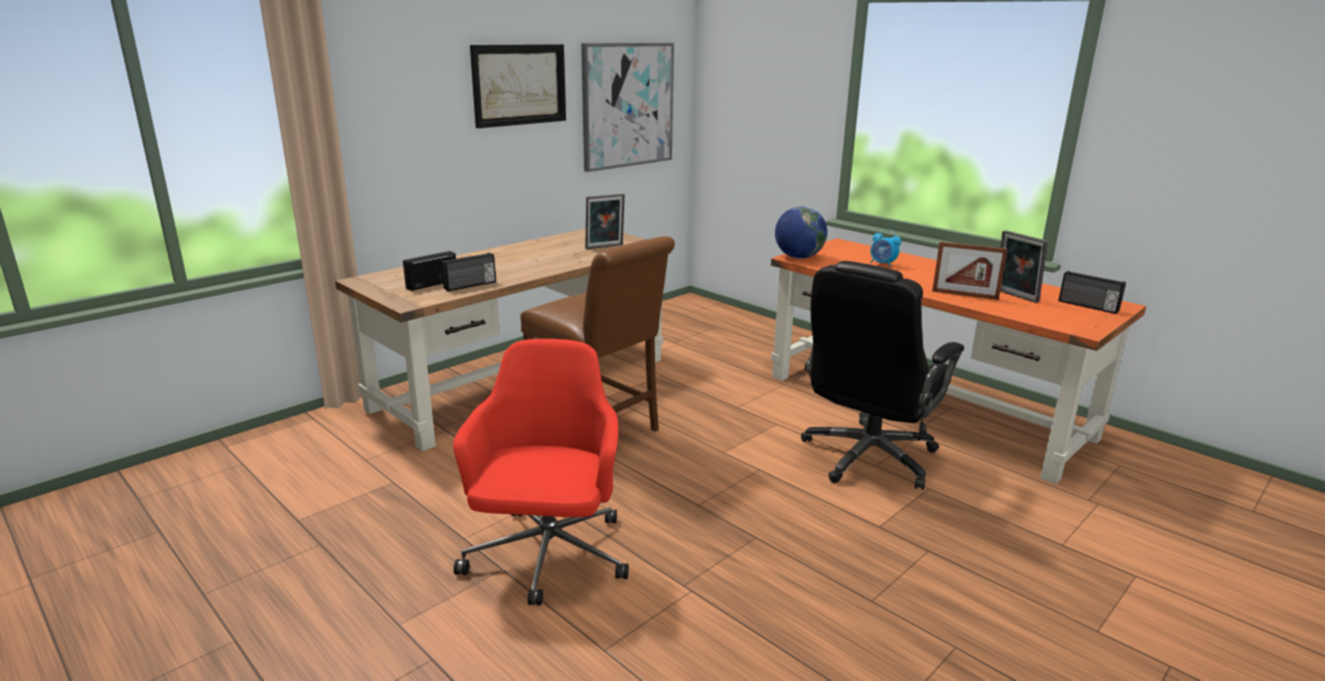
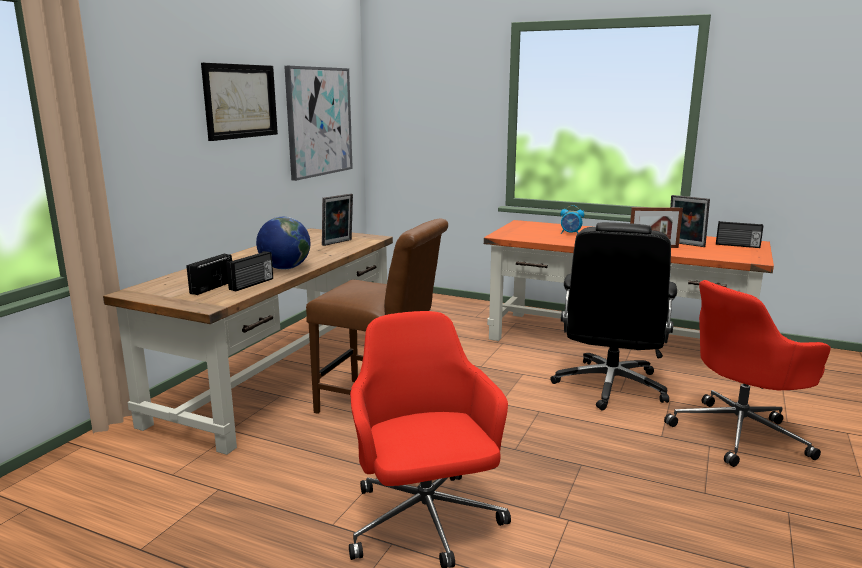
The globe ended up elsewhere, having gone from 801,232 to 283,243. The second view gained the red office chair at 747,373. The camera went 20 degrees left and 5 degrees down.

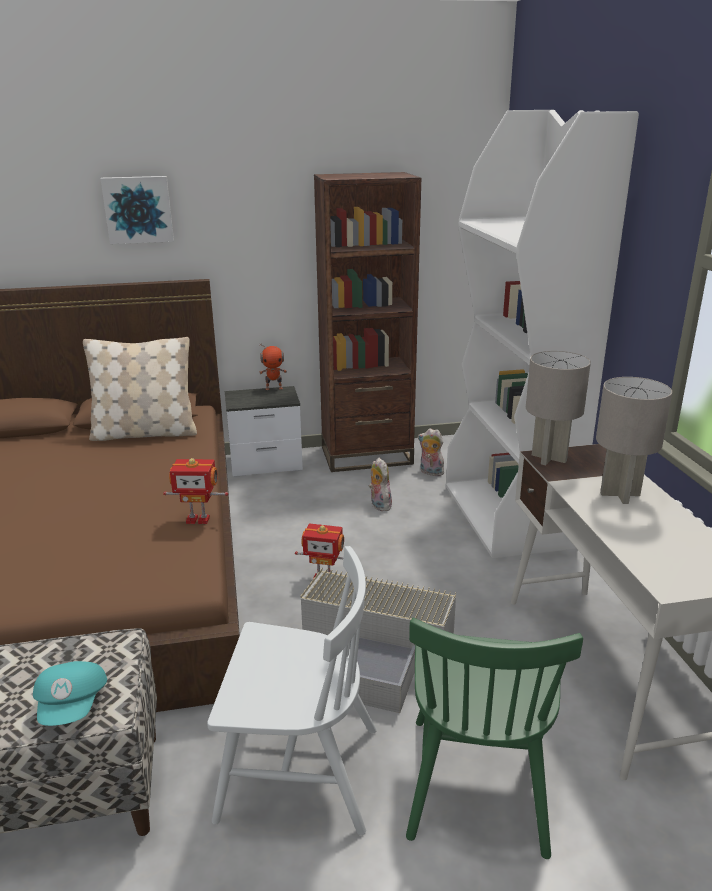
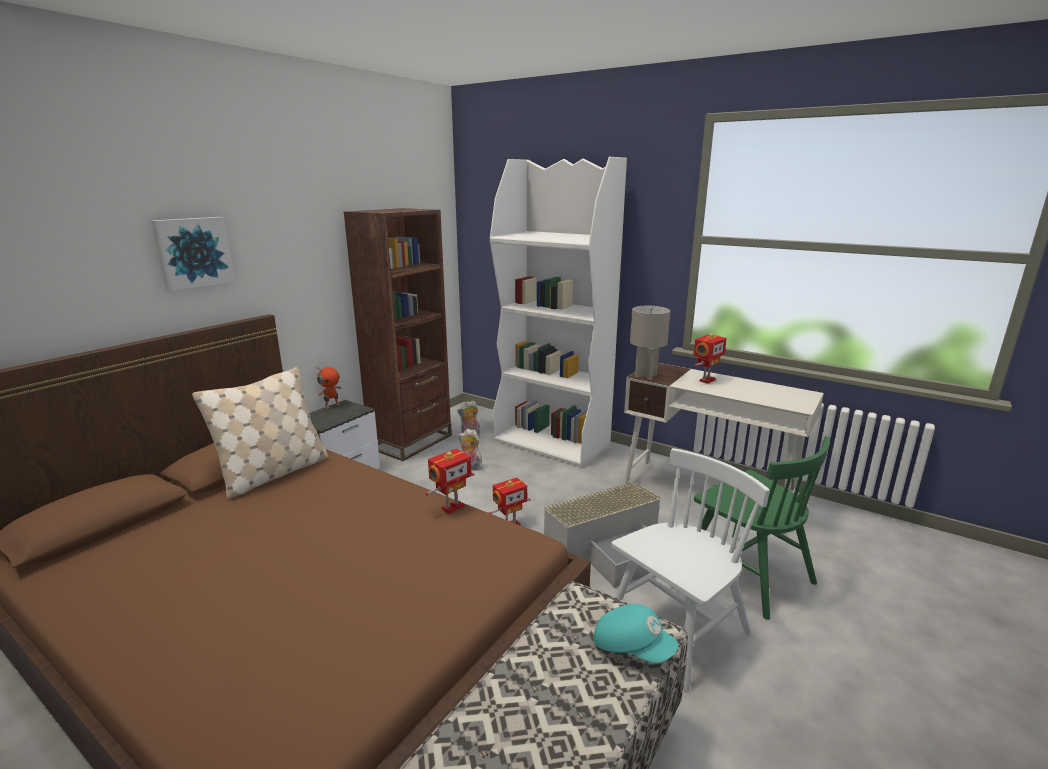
Where the grey table lamp stood at 634,440, the toy robot came to stand at 710,358. The camera went 45 degrees left and 5 degrees down.

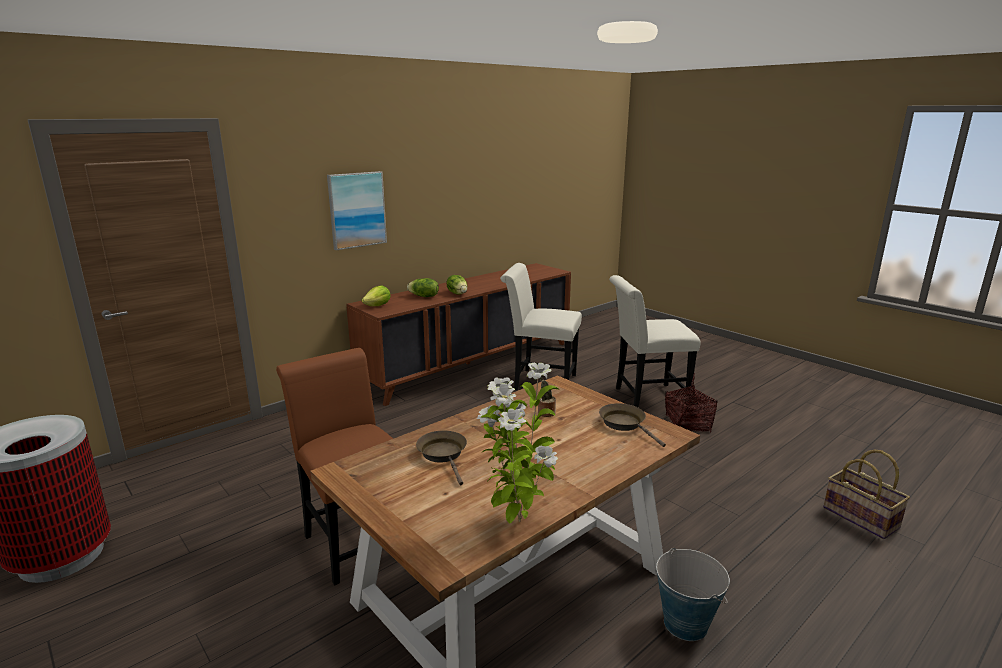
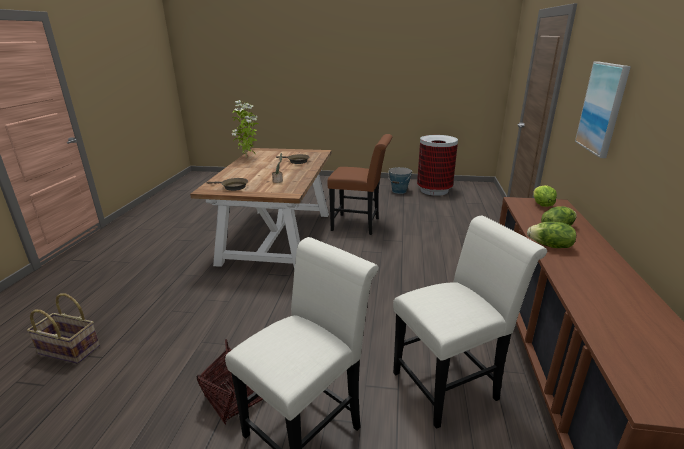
The bucket ended up elsewhere, having gone from 693,594 to 400,180. The camera went 140 degrees right and 5 degrees up.

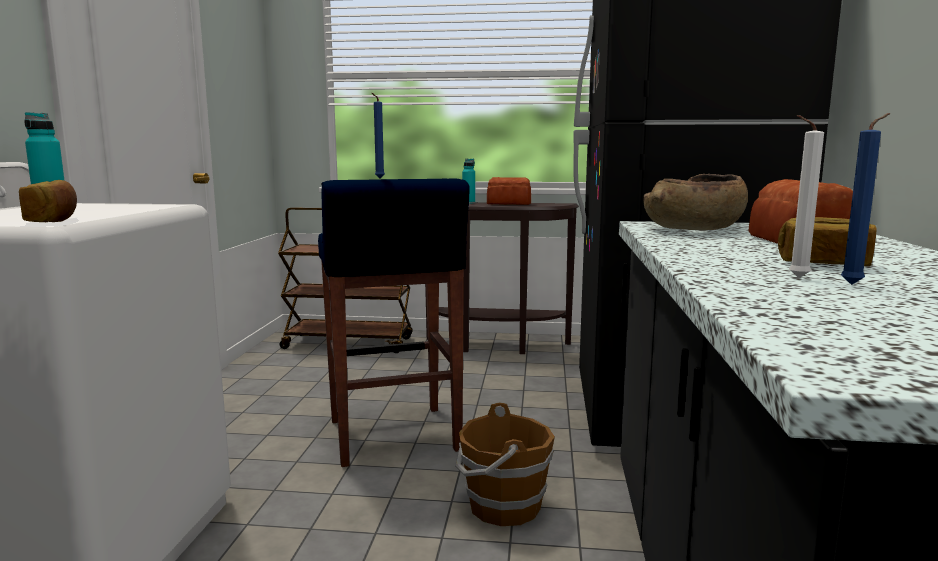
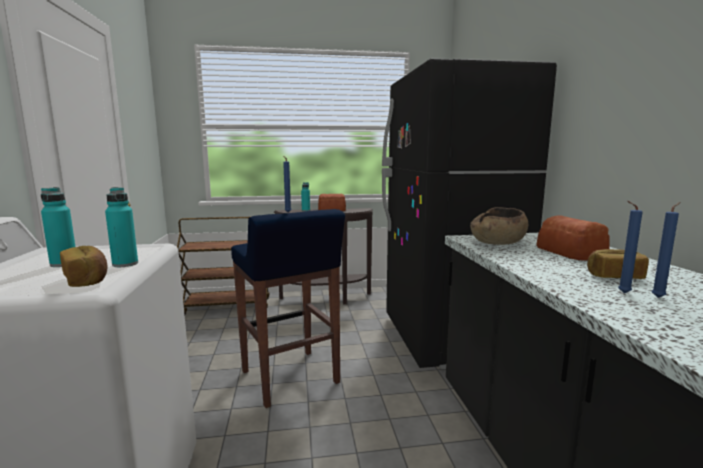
The second view gained the turquoise bottle at 121,227. What was the white candle at 806,196 turned into the blue candle at 630,247. The second view lost the brown bucket at 505,464. The camera went 15 degrees left and 0 degrees up.

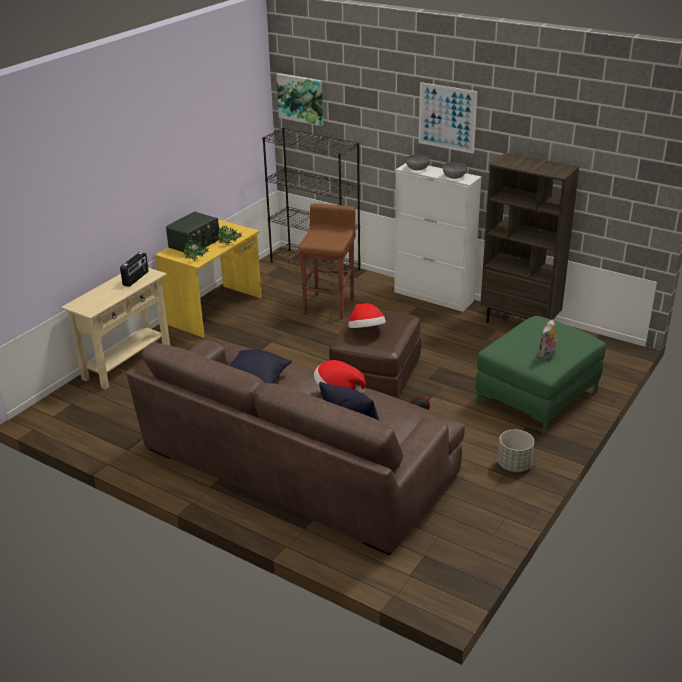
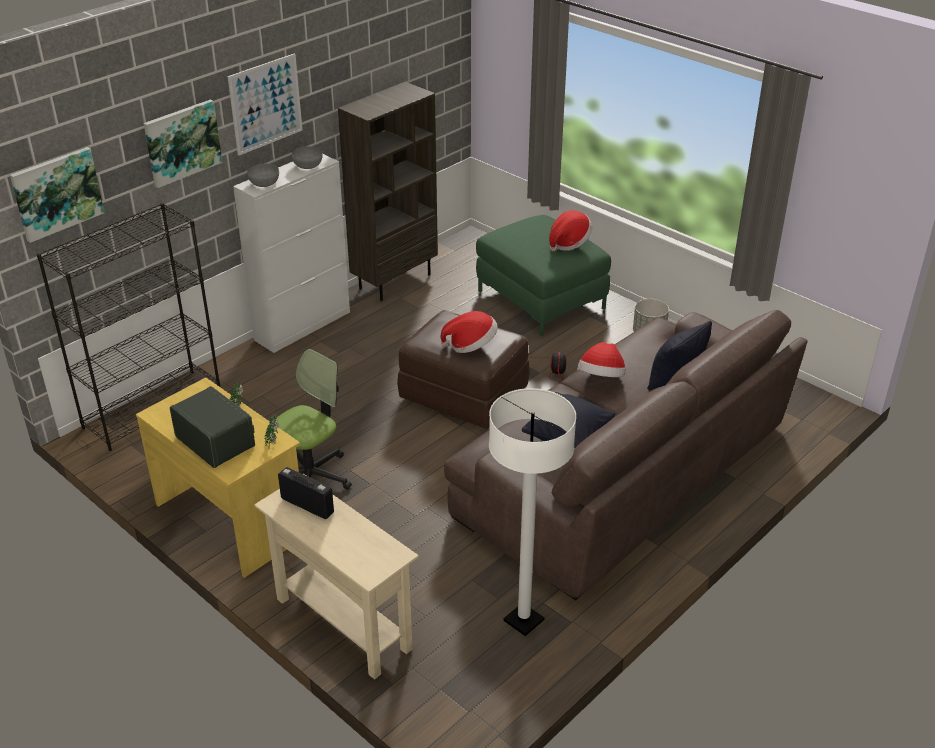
The second view gained the picture at 183,143. The second view gained the office chair at 312,419. The second view gained the white floor lamp at 532,512. Where the plush toy stood at 548,339, the hat came to stand at 570,230. The second view lost the brown stool at 327,261. The camera went 80 degrees left and 5 degrees up.

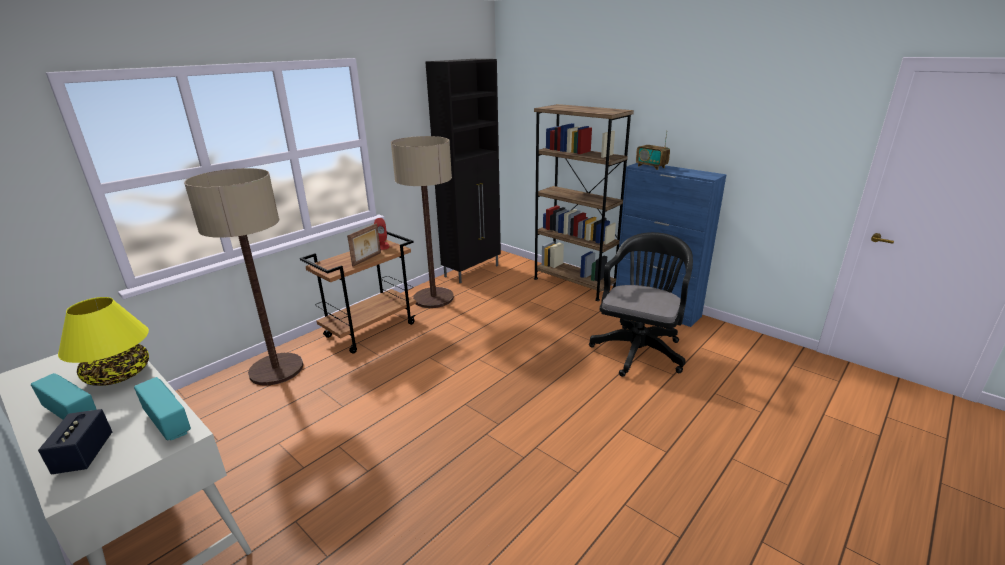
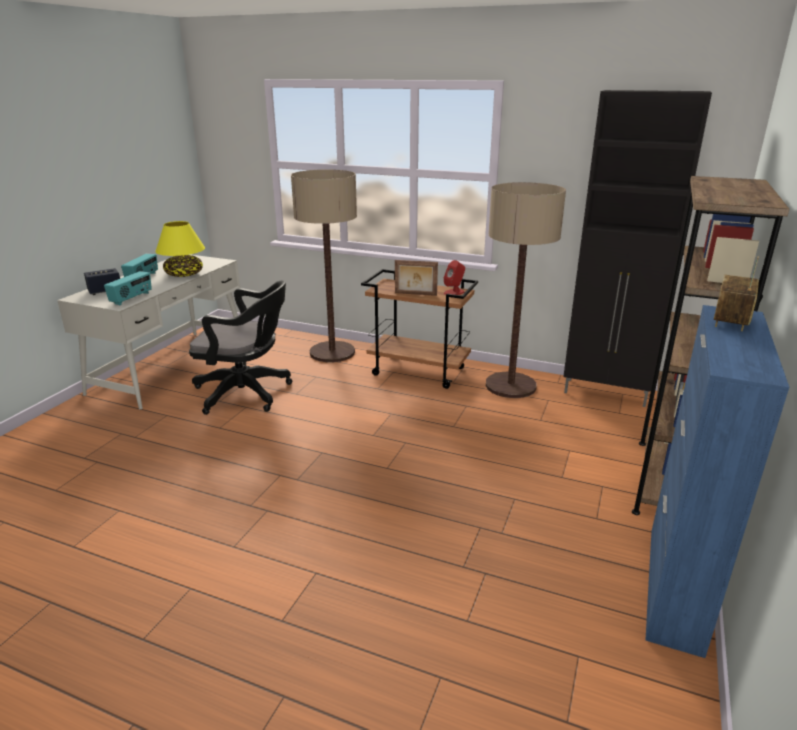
The black office chair ended up elsewhere, having gone from 641,304 to 240,347. The camera went 70 degrees right and 0 degrees up.

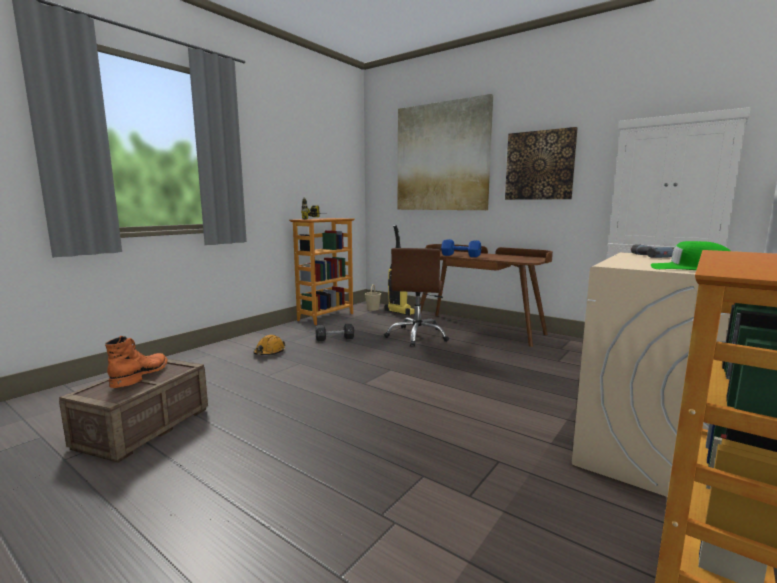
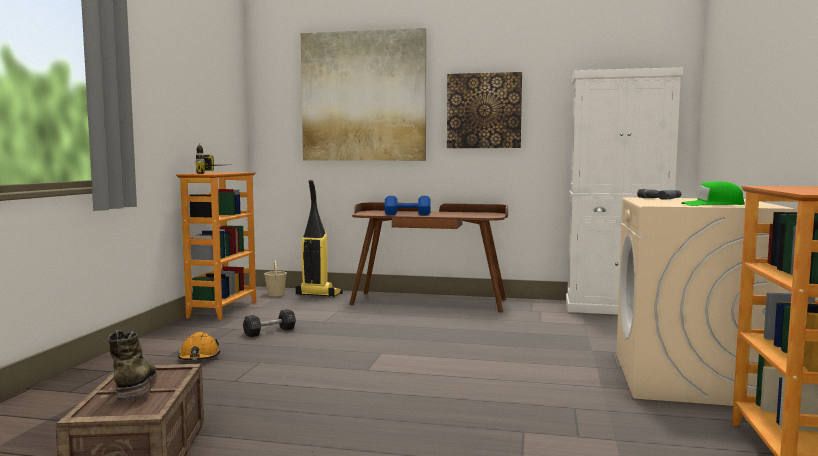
What was the orange boot at 136,362 turned into the green boot at 133,365. The second view lost the brown office chair at 416,297. The camera went 25 degrees left and 5 degrees down.

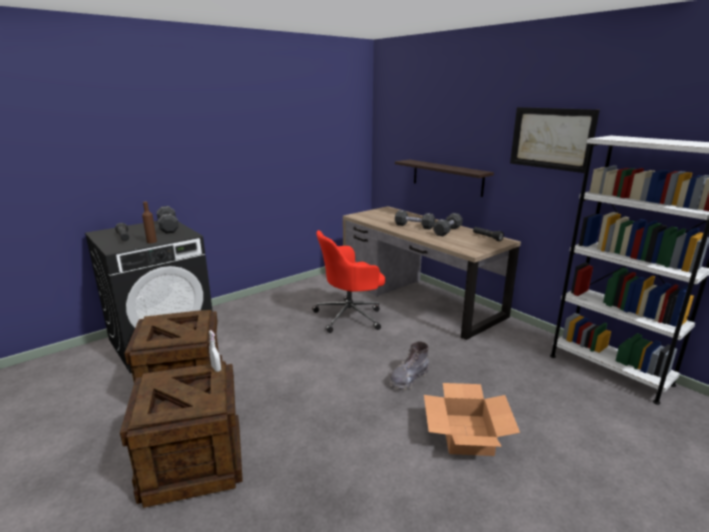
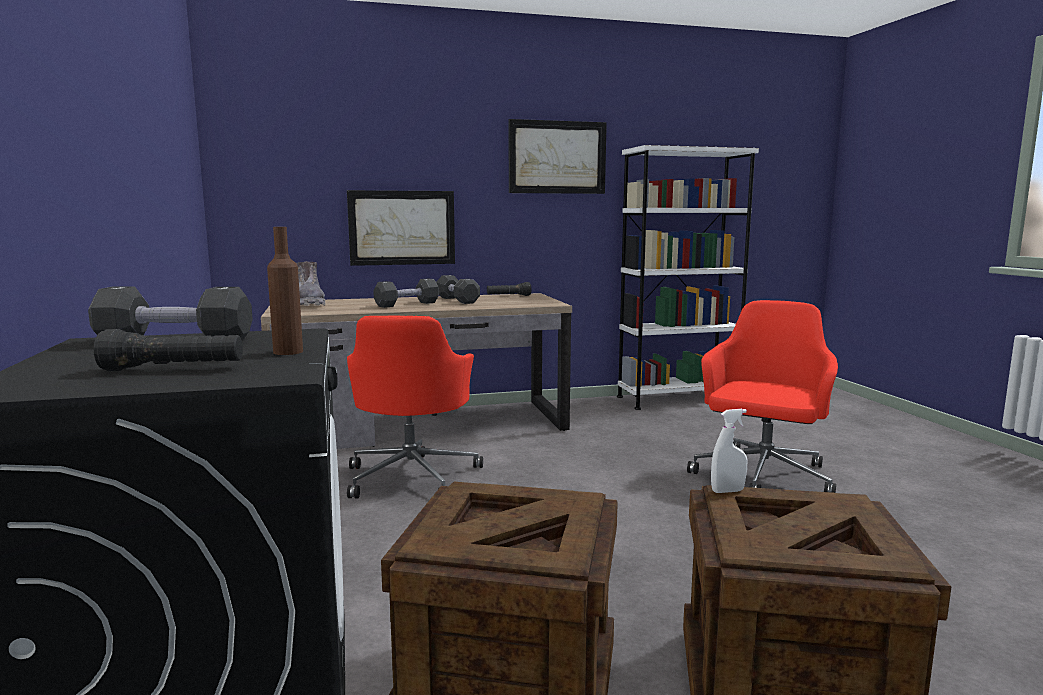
The grey boot ended up elsewhere, having gone from 409,365 to 311,283. Where the shelf hung at 444,178, the picture came to hang at 401,228. Where the cardboard box stood at 472,419, the red office chair came to stand at 762,396. The camera went 65 degrees left and 10 degrees down.

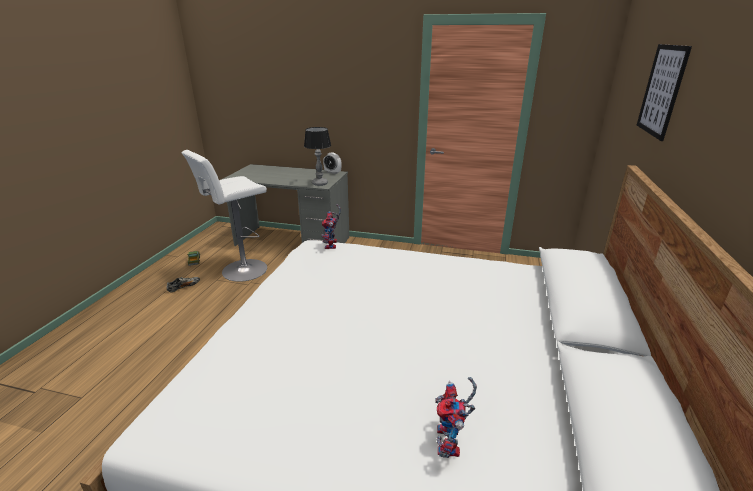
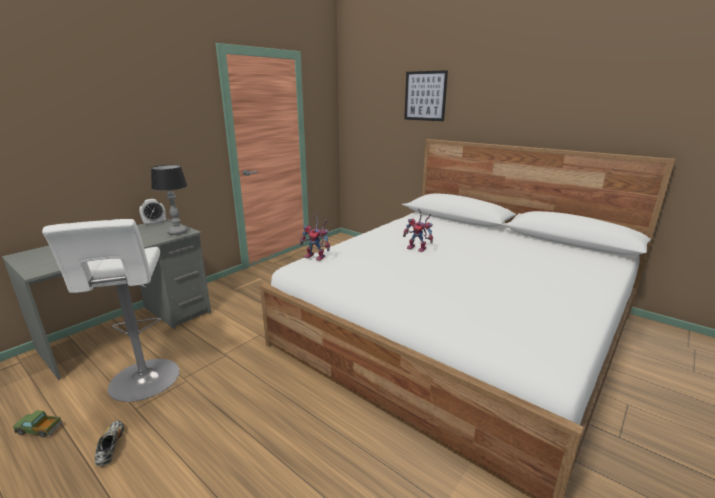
The toy robot ended up elsewhere, having gone from 456,417 to 418,230. The camera went 65 degrees left and 5 degrees down.

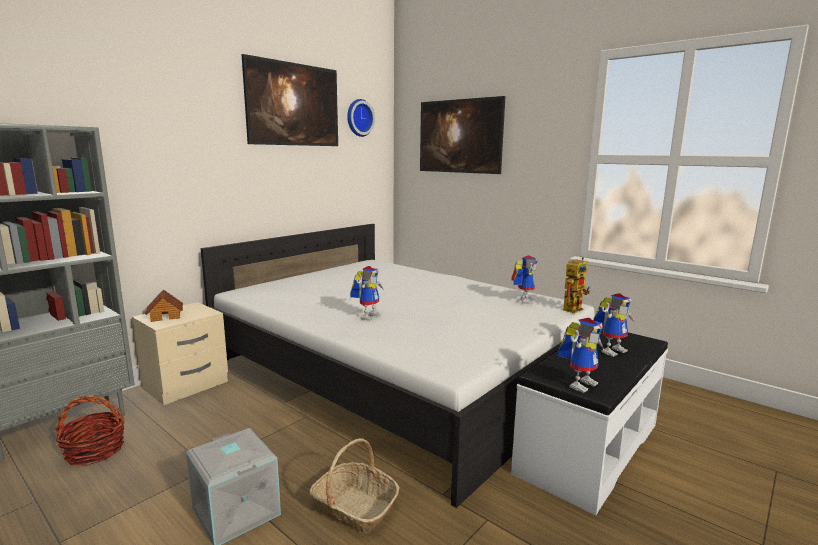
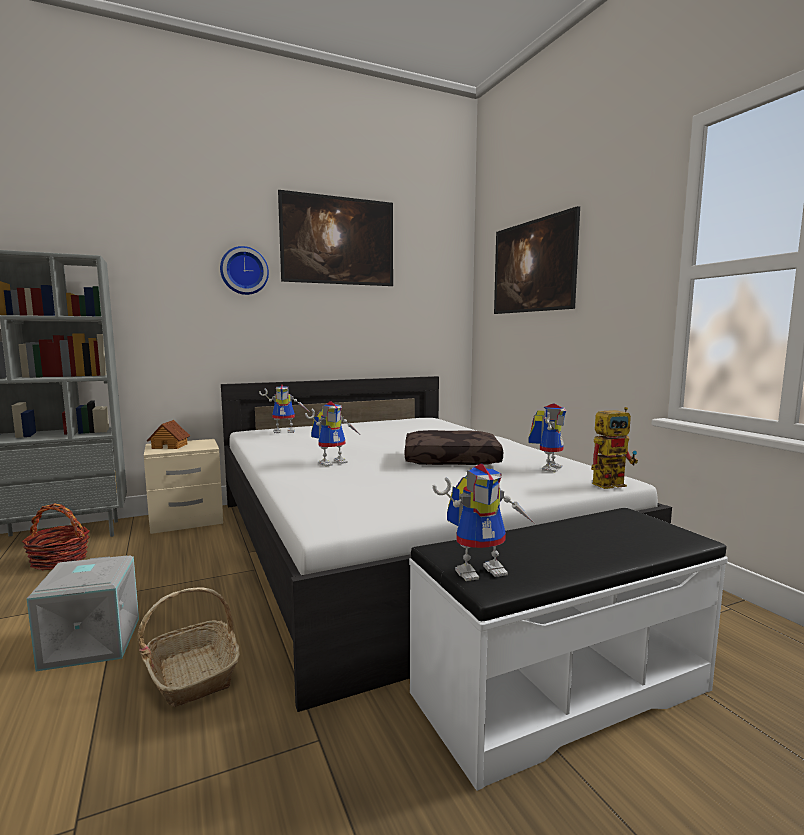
The wall clock ended up elsewhere, having gone from 361,118 to 244,270. The toy robot ended up elsewhere, having gone from 614,325 to 283,409. The second view gained the brown pillow at 454,447. The camera went 25 degrees right and 5 degrees down.

